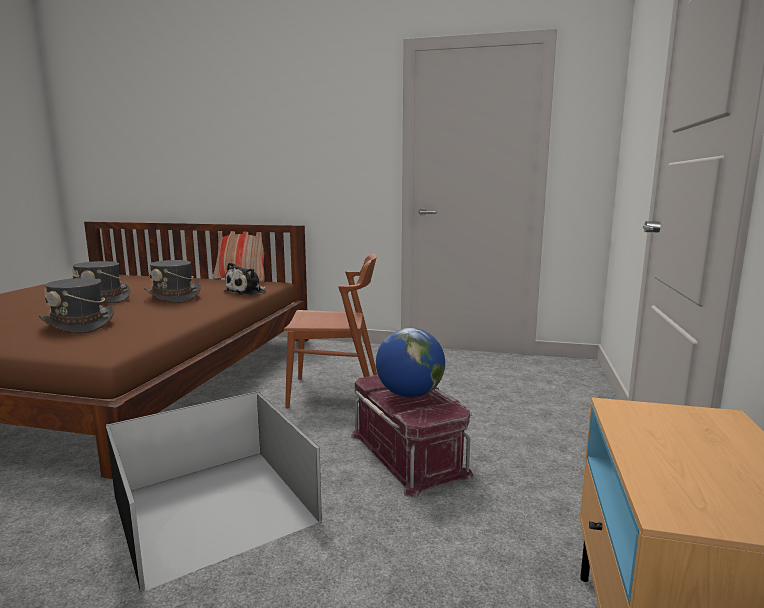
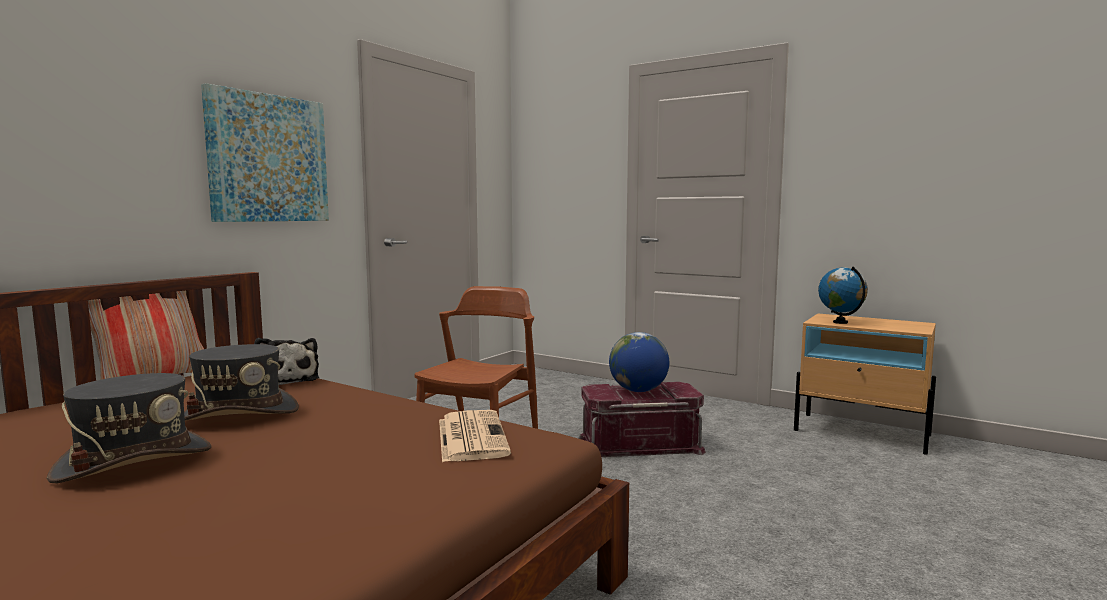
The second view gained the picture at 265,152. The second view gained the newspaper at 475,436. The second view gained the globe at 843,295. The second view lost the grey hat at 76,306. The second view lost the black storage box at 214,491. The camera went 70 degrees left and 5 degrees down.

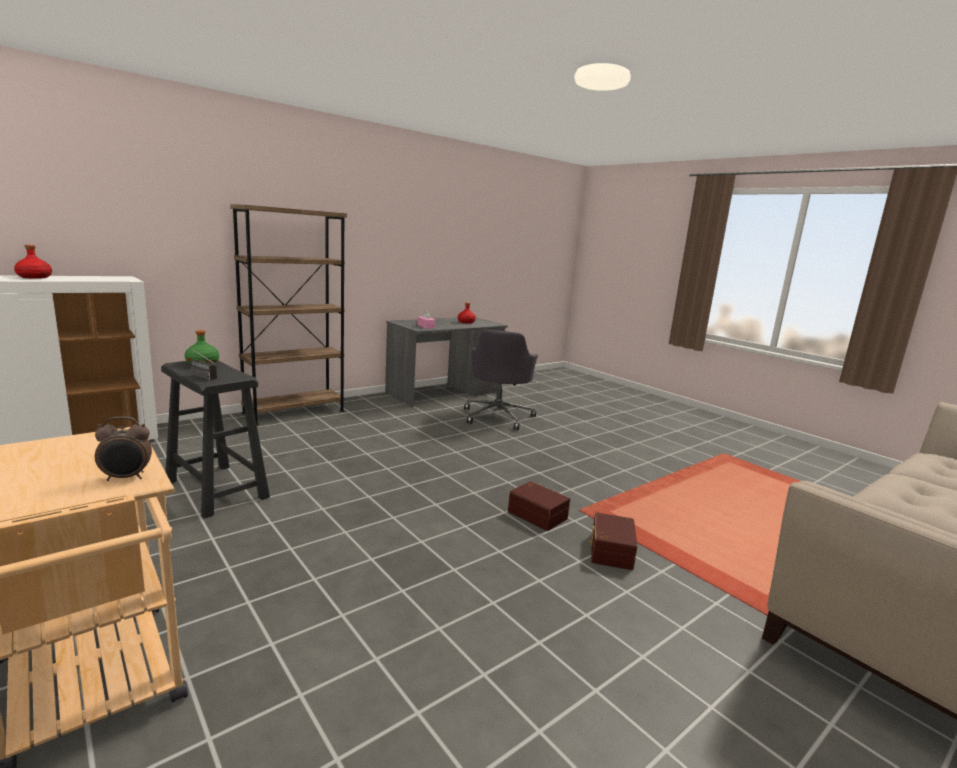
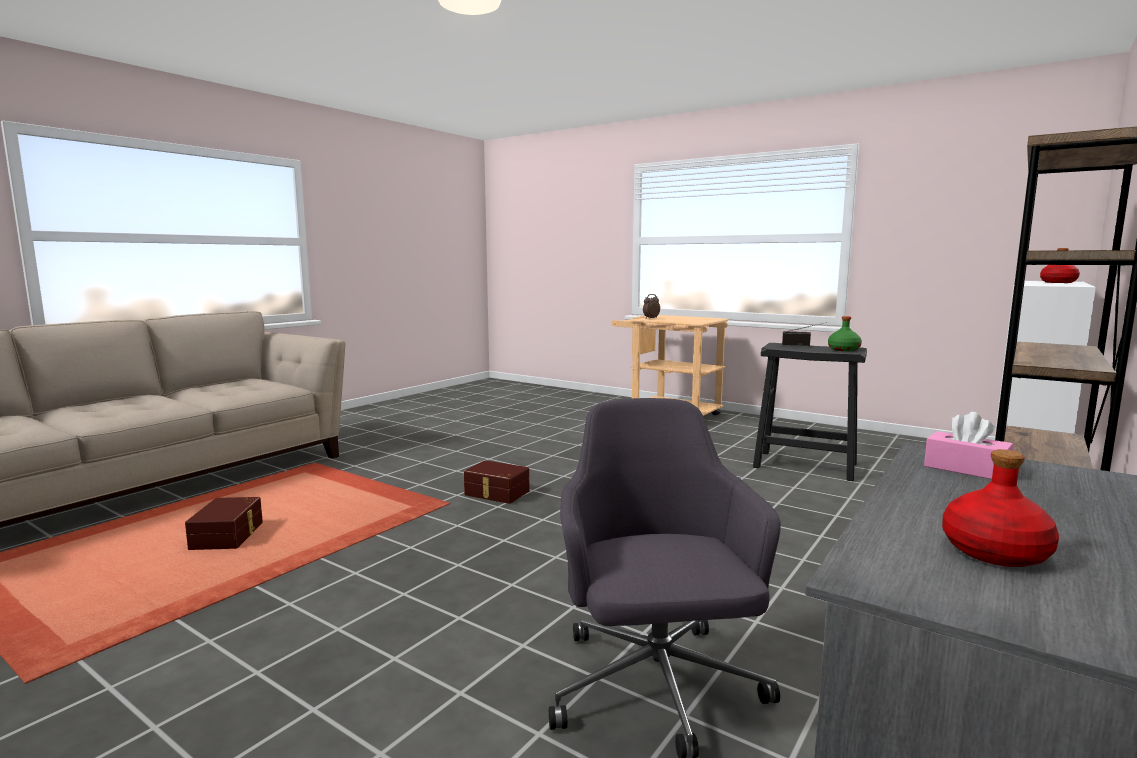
The brown storage box ended up elsewhere, having gone from 613,541 to 224,523. The camera went 165 degrees right and 5 degrees down.

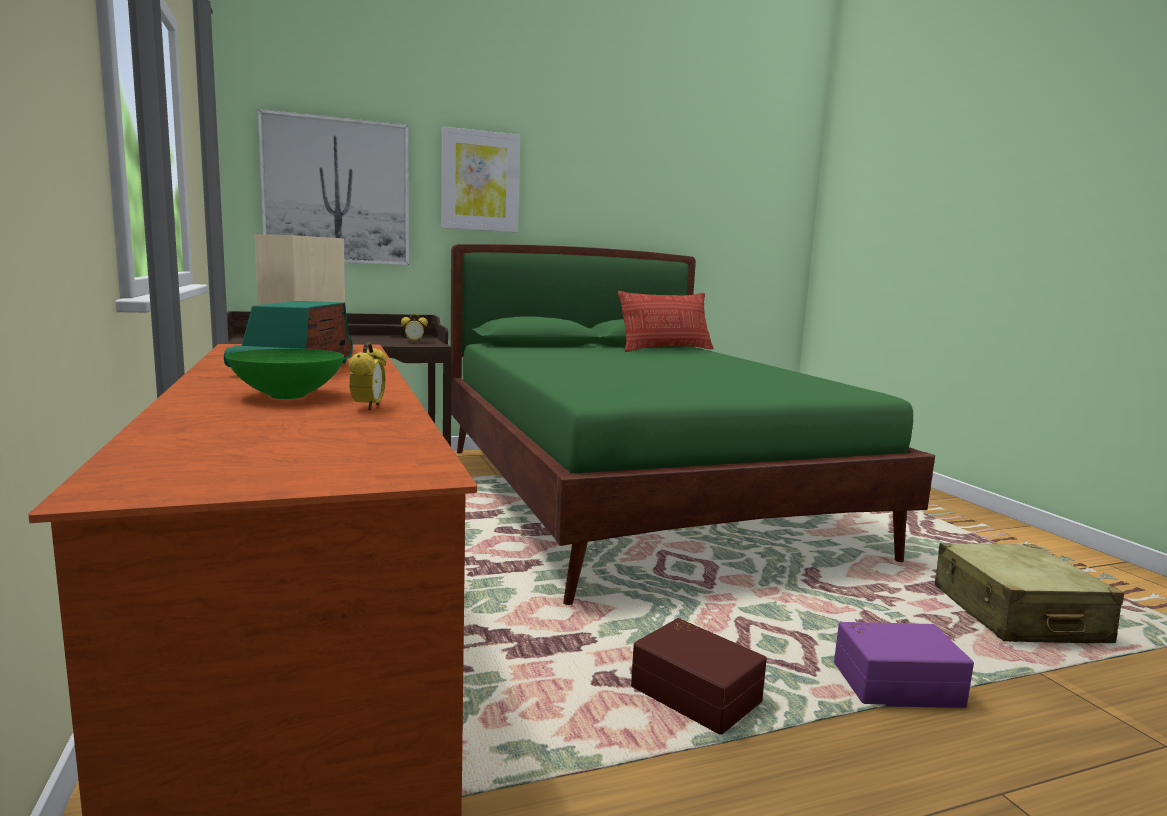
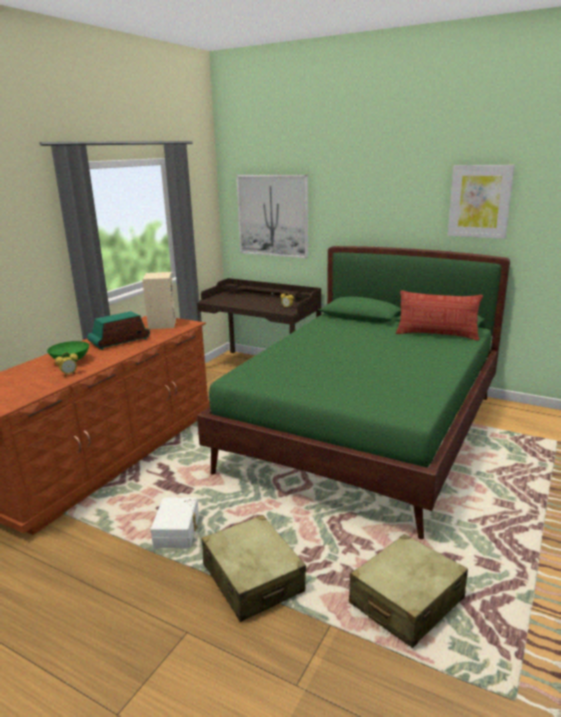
What was the brown storage box at 699,676 turned into the white storage box at 175,523. Where the purple storage box stood at 904,665, the beige suitcase came to stand at 254,568. The picture ended up elsewhere, having gone from 480,179 to 481,202. The camera went 50 degrees right and 10 degrees up.

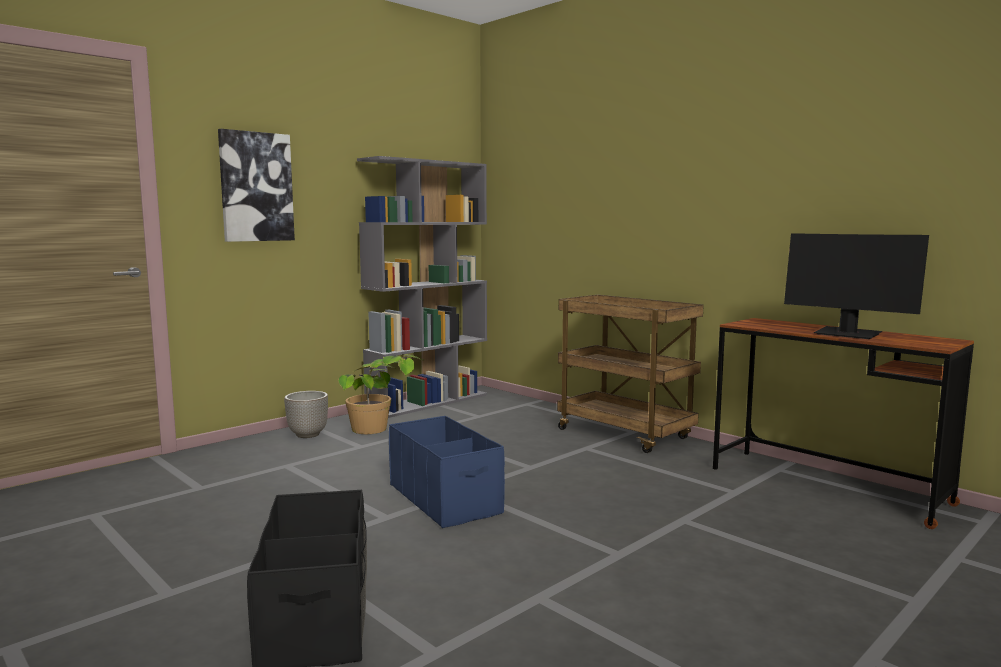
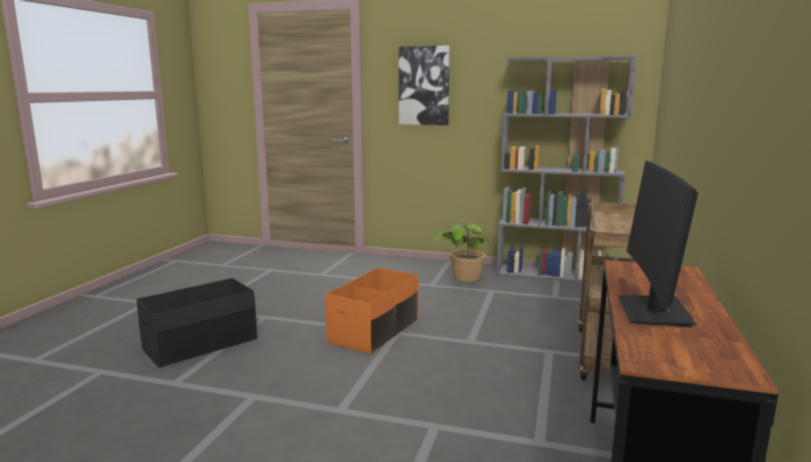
What was the blue storage box at 447,472 turned into the orange storage box at 372,311. The second view lost the planter at 306,414. The camera went 60 degrees right and 5 degrees up.

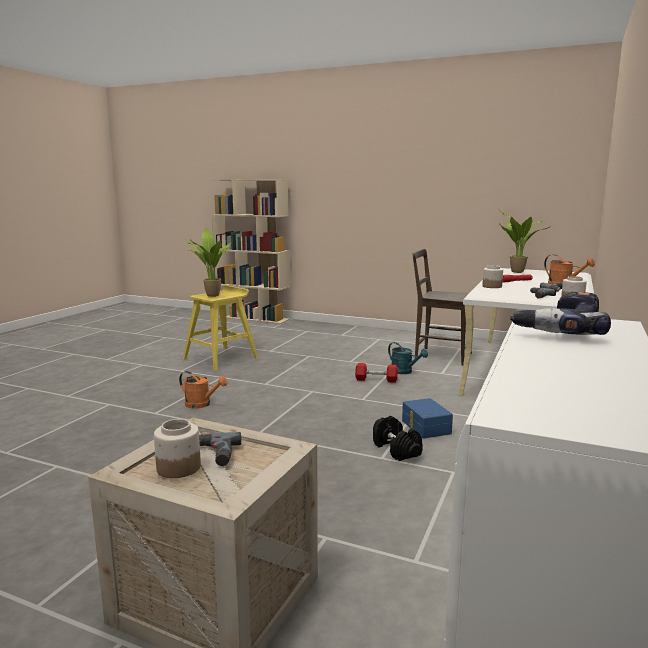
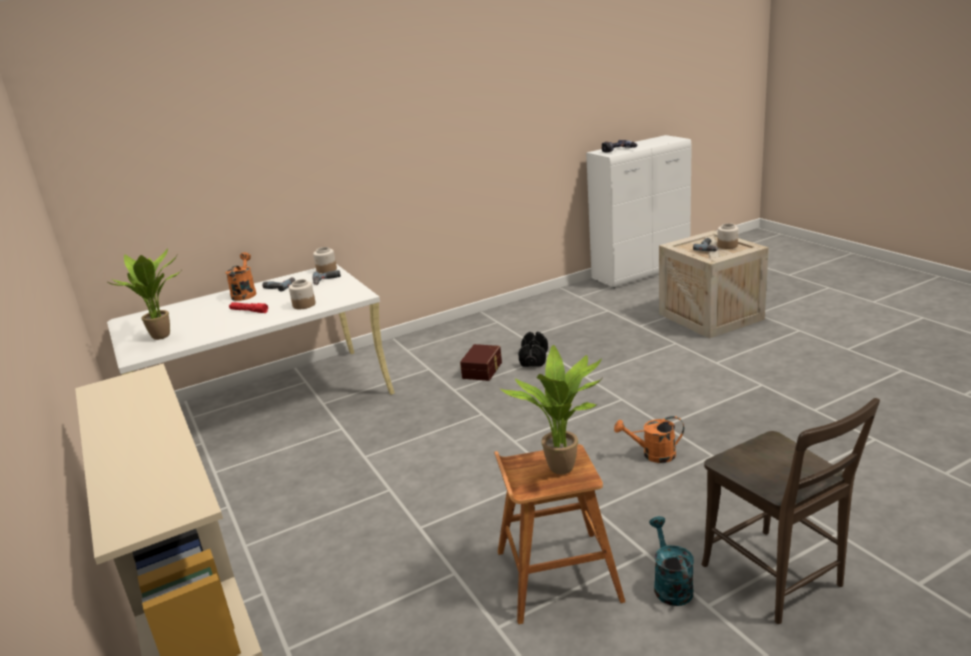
What was the blue storage box at 427,418 turned into the brown storage box at 481,362. What was the yellow stool at 220,328 turned into the brown stool at 559,534. The orange watering can at 203,390 ended up facing another way, 60 degrees counterclockwise from before. The turquoise watering can ended up elsewhere, having gone from 408,358 to 671,561. The brown chair ended up elsewhere, having gone from 442,307 to 790,511. The second view lost the red dumbbell at 376,373. The camera went 140 degrees left and 10 degrees up.

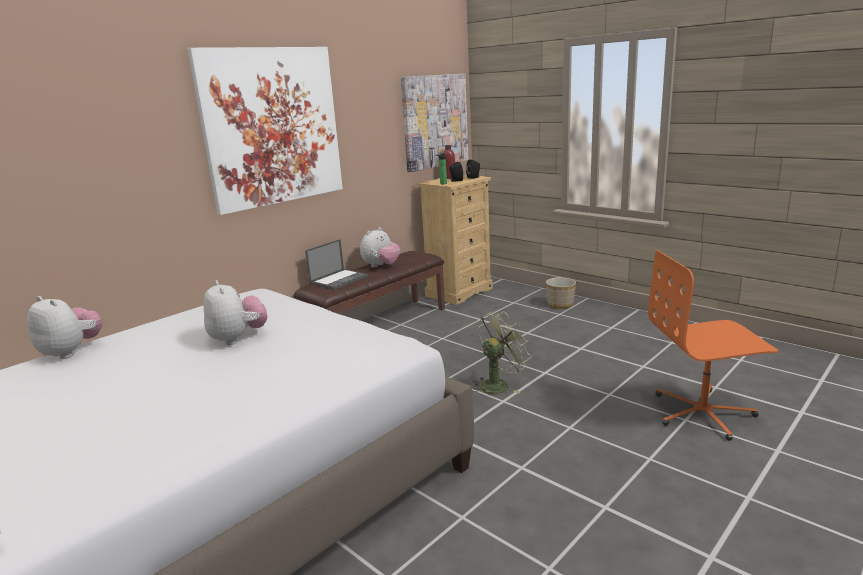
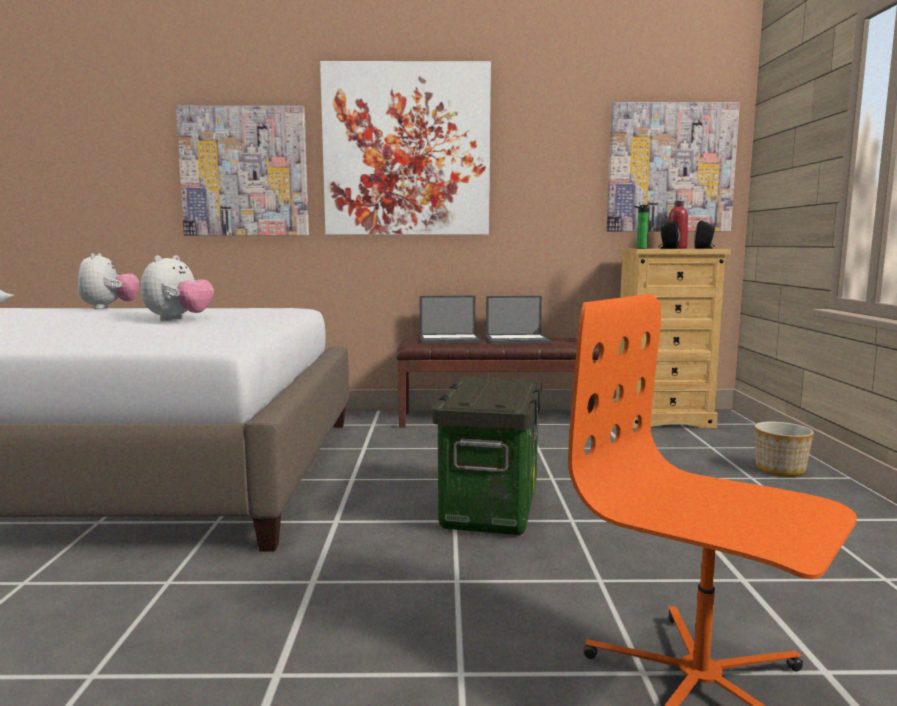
The second view gained the picture at 242,171. Where the green fan stood at 501,352, the storage box came to stand at 487,456. Where the plush toy stood at 380,247, the laptop came to stand at 518,320. The camera went 45 degrees right and 10 degrees down.

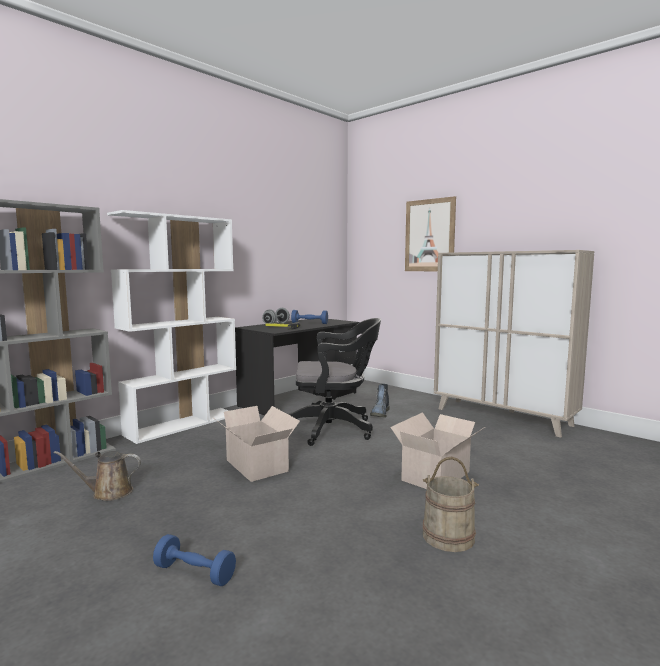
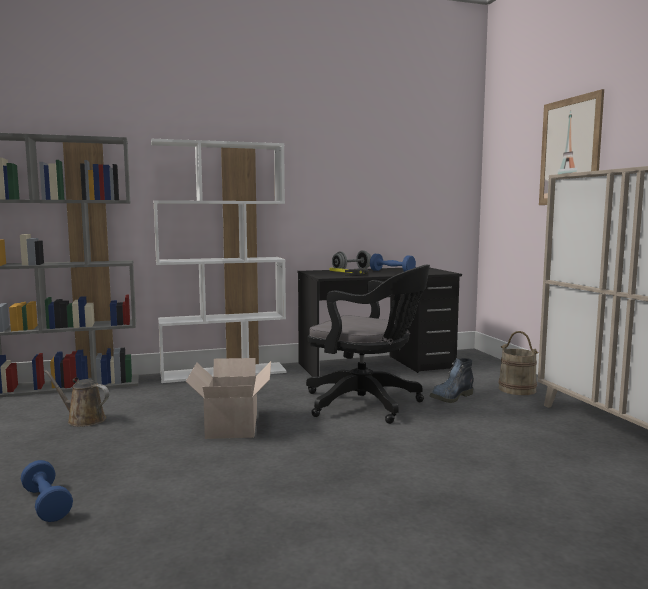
The beige bucket ended up elsewhere, having gone from 451,504 to 519,363. The second view lost the cardboard box at 437,450. The camera went 30 degrees right and 0 degrees up.

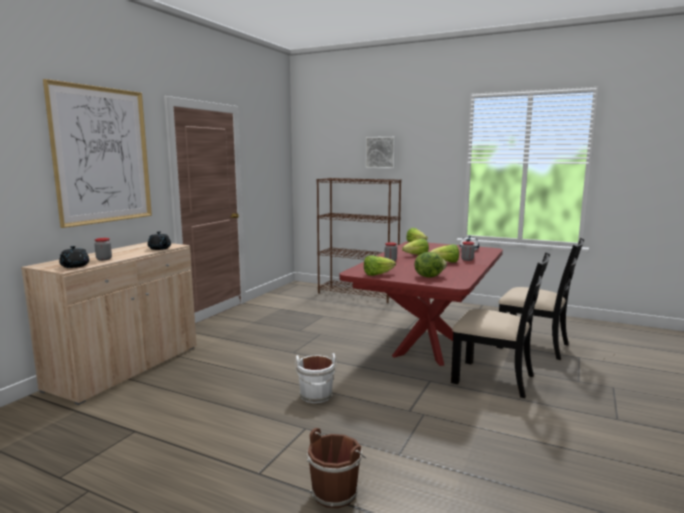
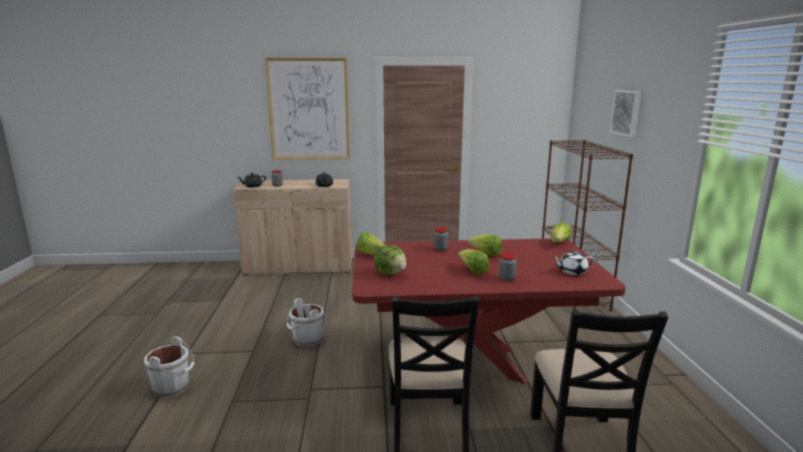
What was the brown bucket at 336,468 turned into the white bucket at 169,367. The camera went 60 degrees right and 5 degrees up.

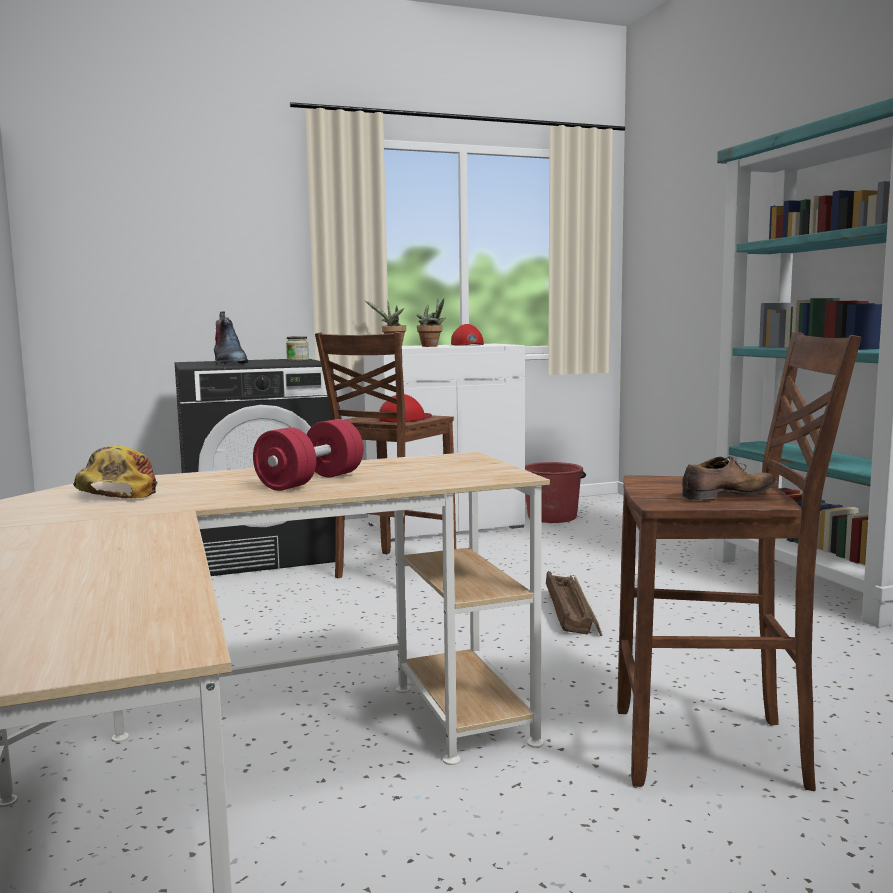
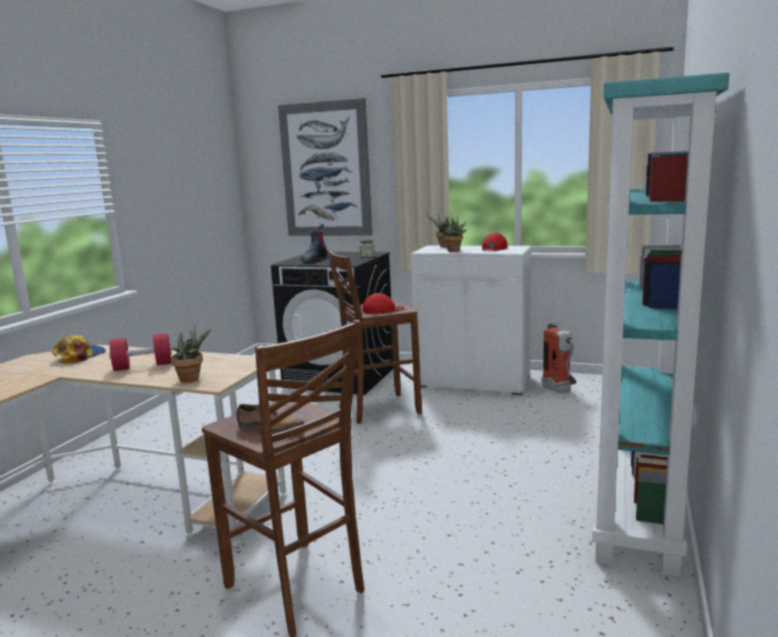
The second view gained the potted plant at 191,353. The second view gained the picture at 325,167. Where the red bucket stood at 555,492, the fire extinguisher came to stand at 559,357. The second view lost the crate at 574,603. The camera went 40 degrees right and 5 degrees up.

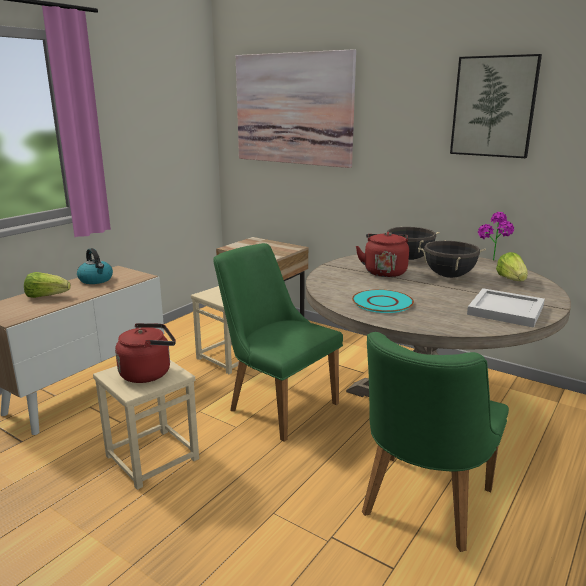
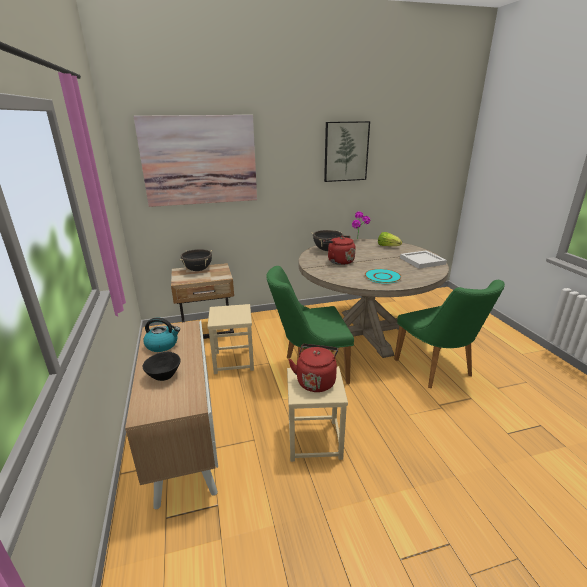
Where the lettuce stood at 47,285, the black bowl came to stand at 161,366. The black cooking pot ended up elsewhere, having gone from 452,259 to 196,260. The camera went 50 degrees left and 5 degrees up.

